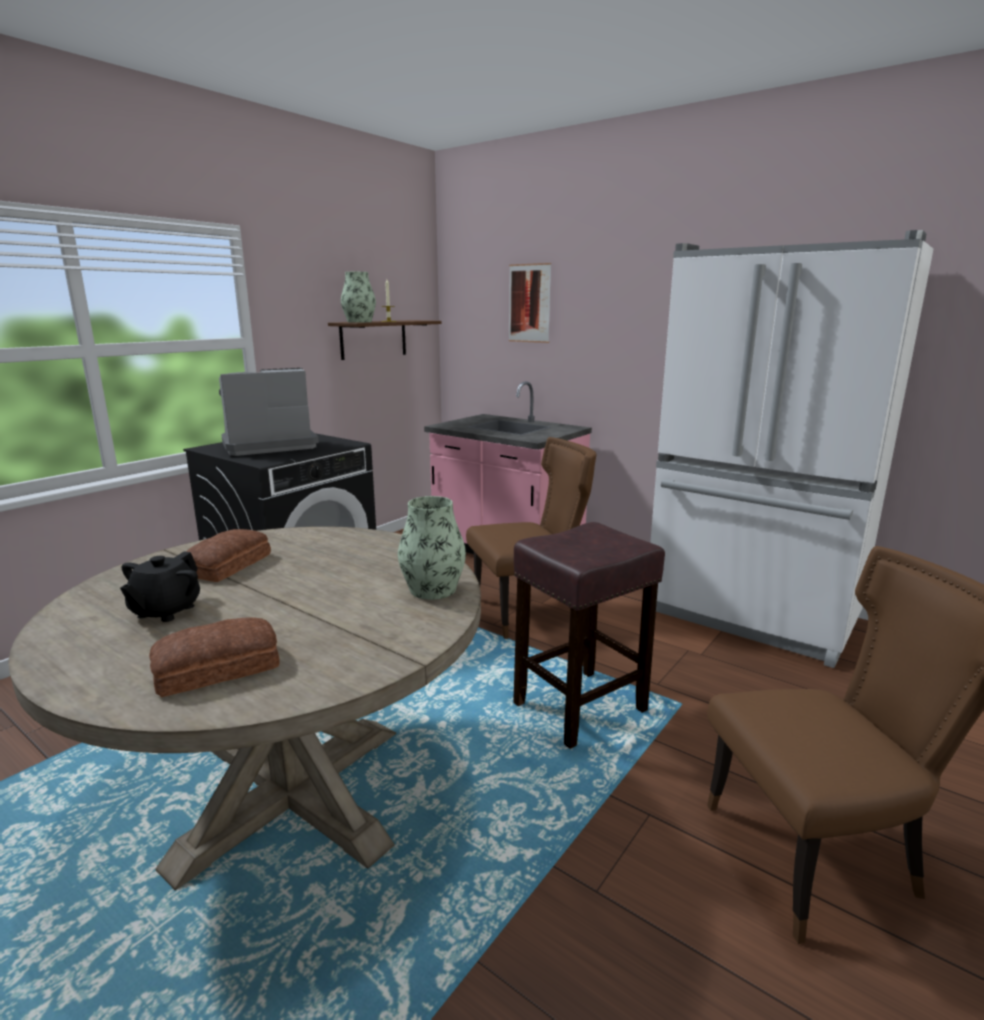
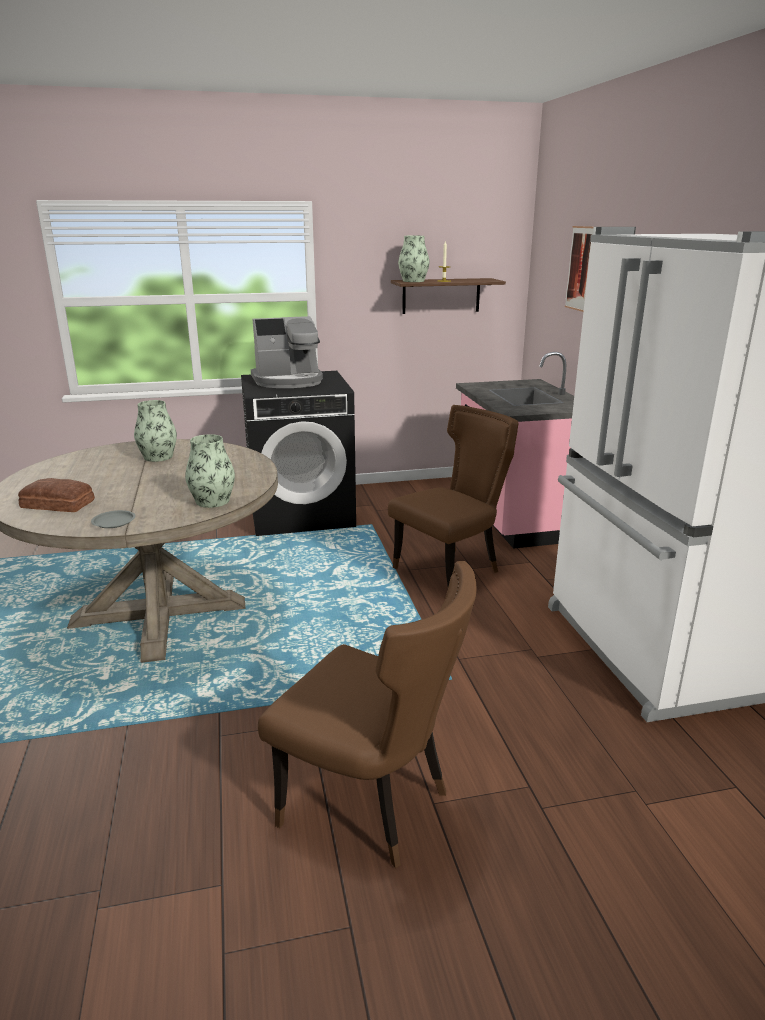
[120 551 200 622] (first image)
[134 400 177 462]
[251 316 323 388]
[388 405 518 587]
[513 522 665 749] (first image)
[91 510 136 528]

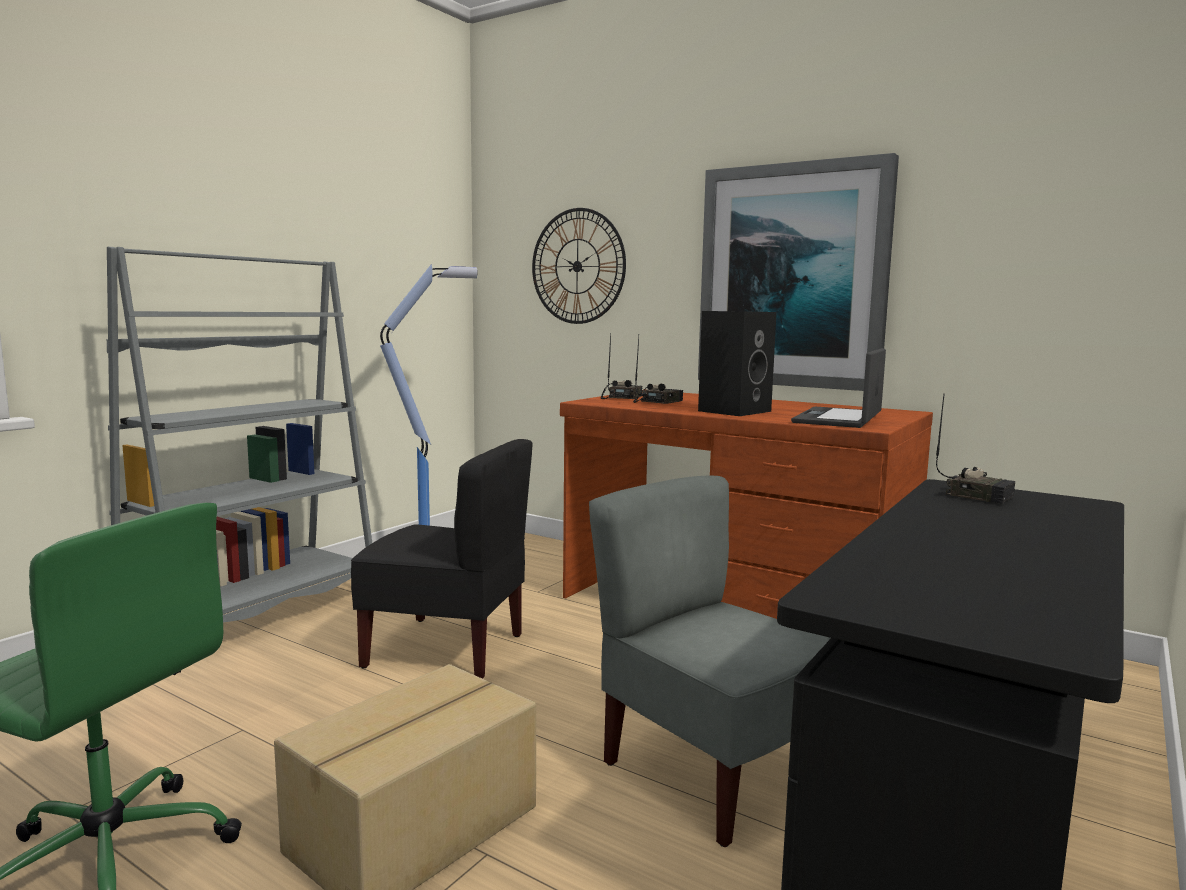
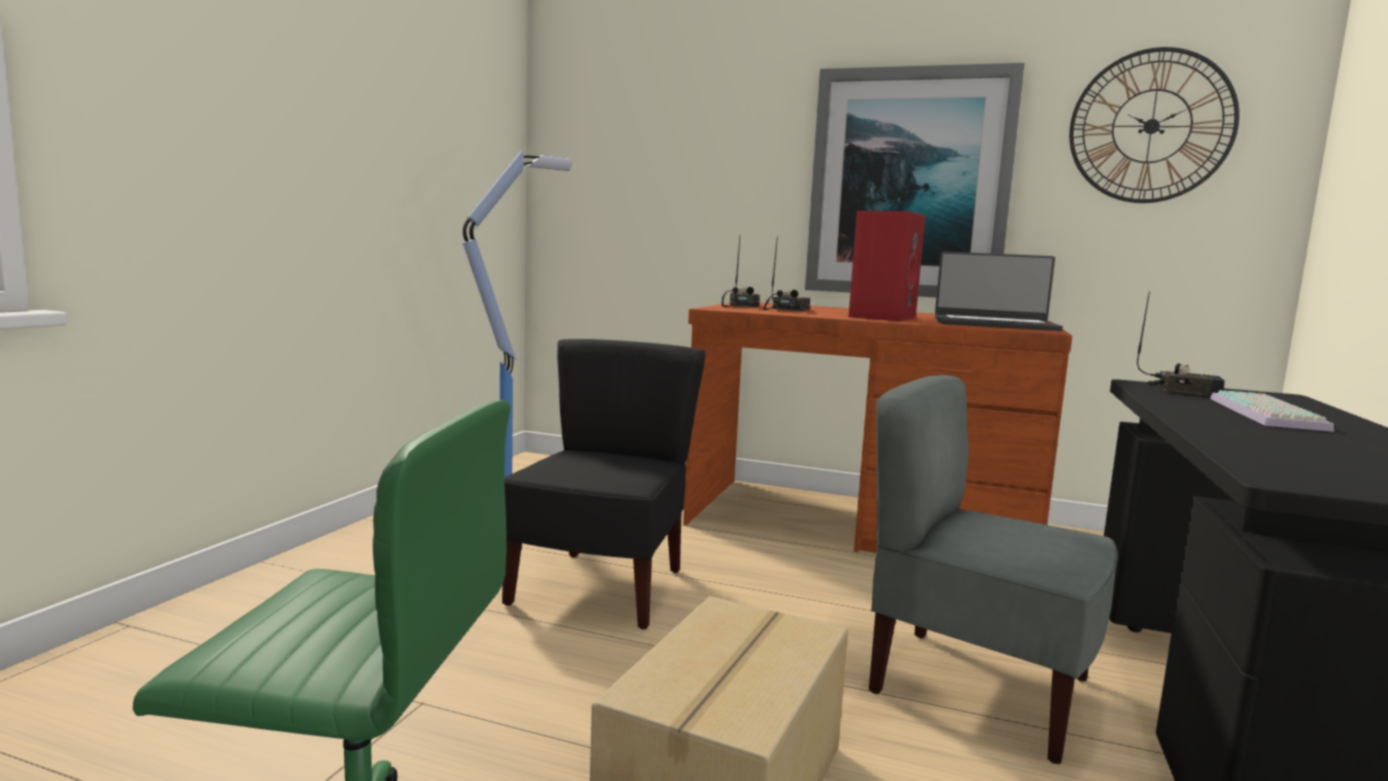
[107 246 372 623] (first image)
[502 339 706 629]
[1069 47 1240 203]
[849 211 925 321]
[935 251 1063 331]
[1210 390 1334 432]

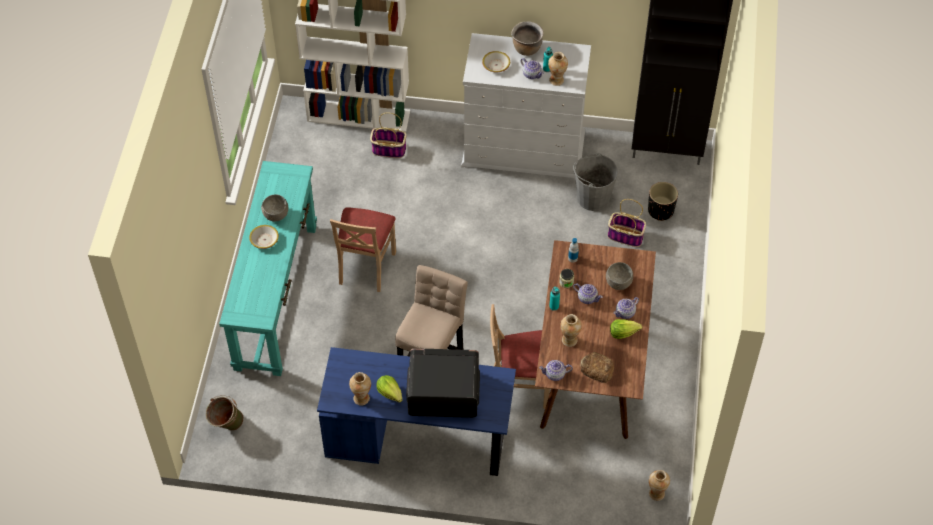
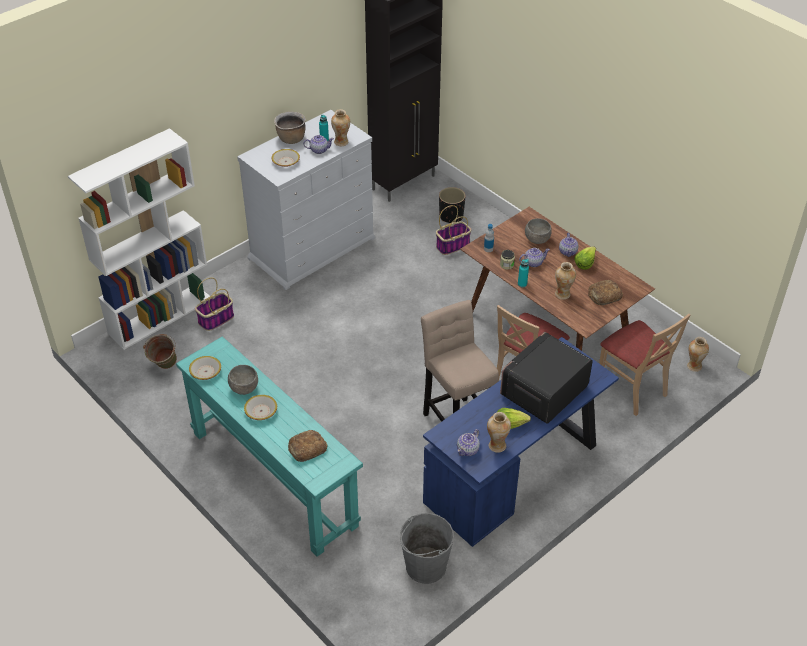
[143 334 177 369]
[599 314 690 416]
[457 429 480 456]
[400 513 454 584]
[189 356 221 380]
[288 430 328 462]

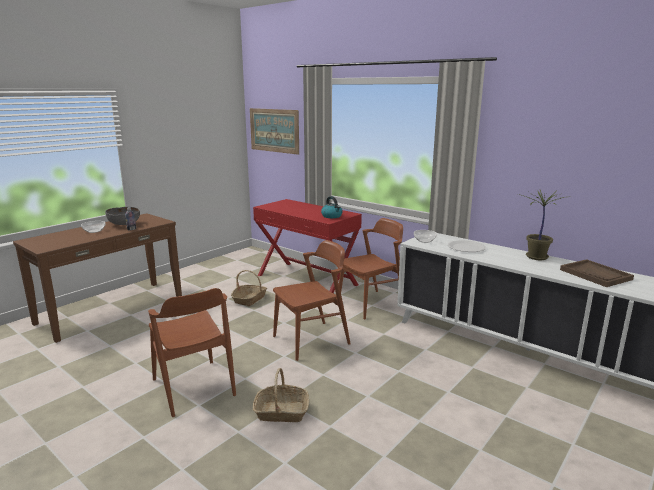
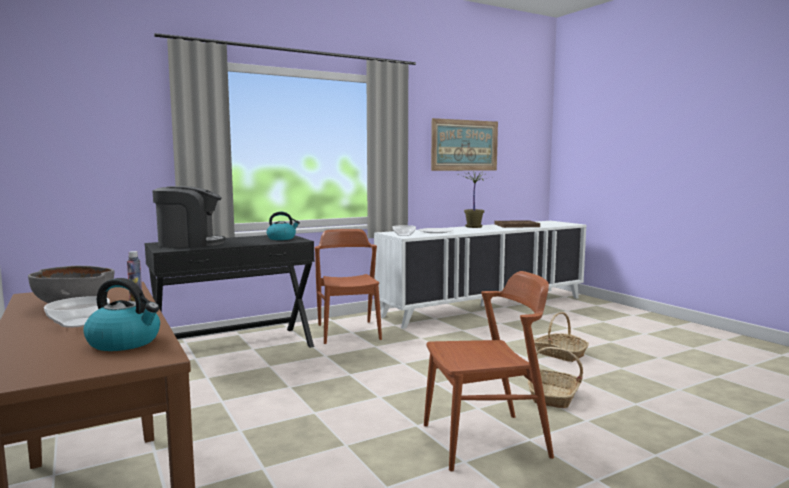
[534 312 589 362]
[431 118 498 171]
[145 235 314 348]
[273 240 350 361] (first image)
[83 278 160 351]
[152 186 226 248]

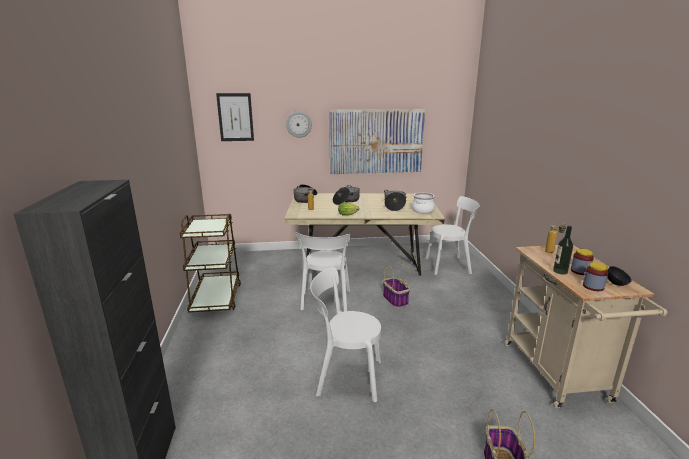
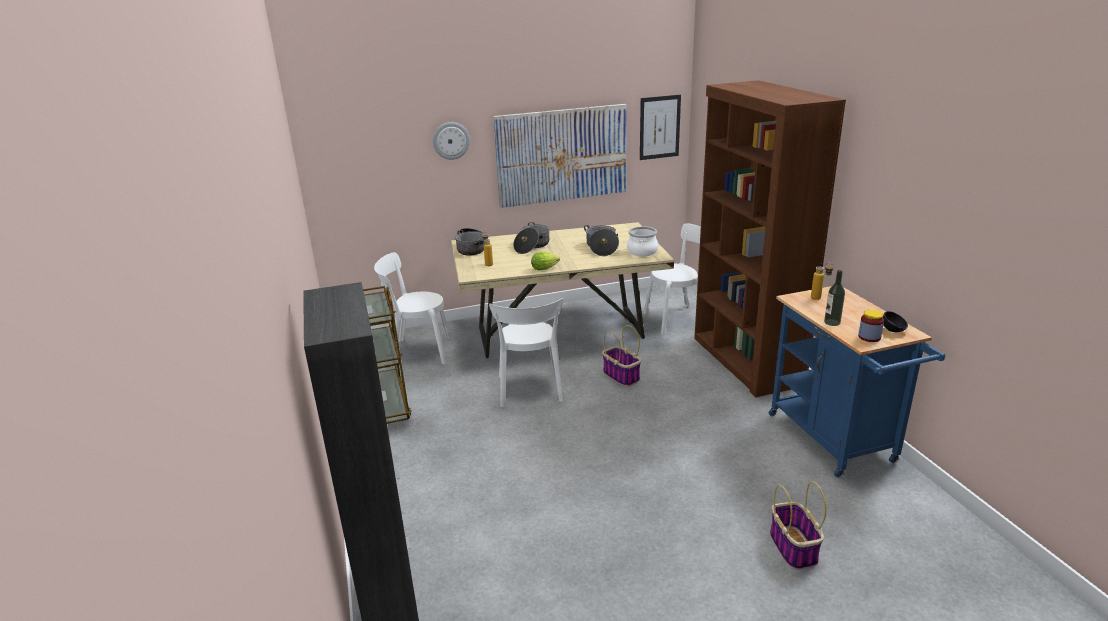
[640 95 681 160]
[374 252 451 367]
[769 286 945 478]
[571 249 594 275] (first image)
[694 80 846 397]

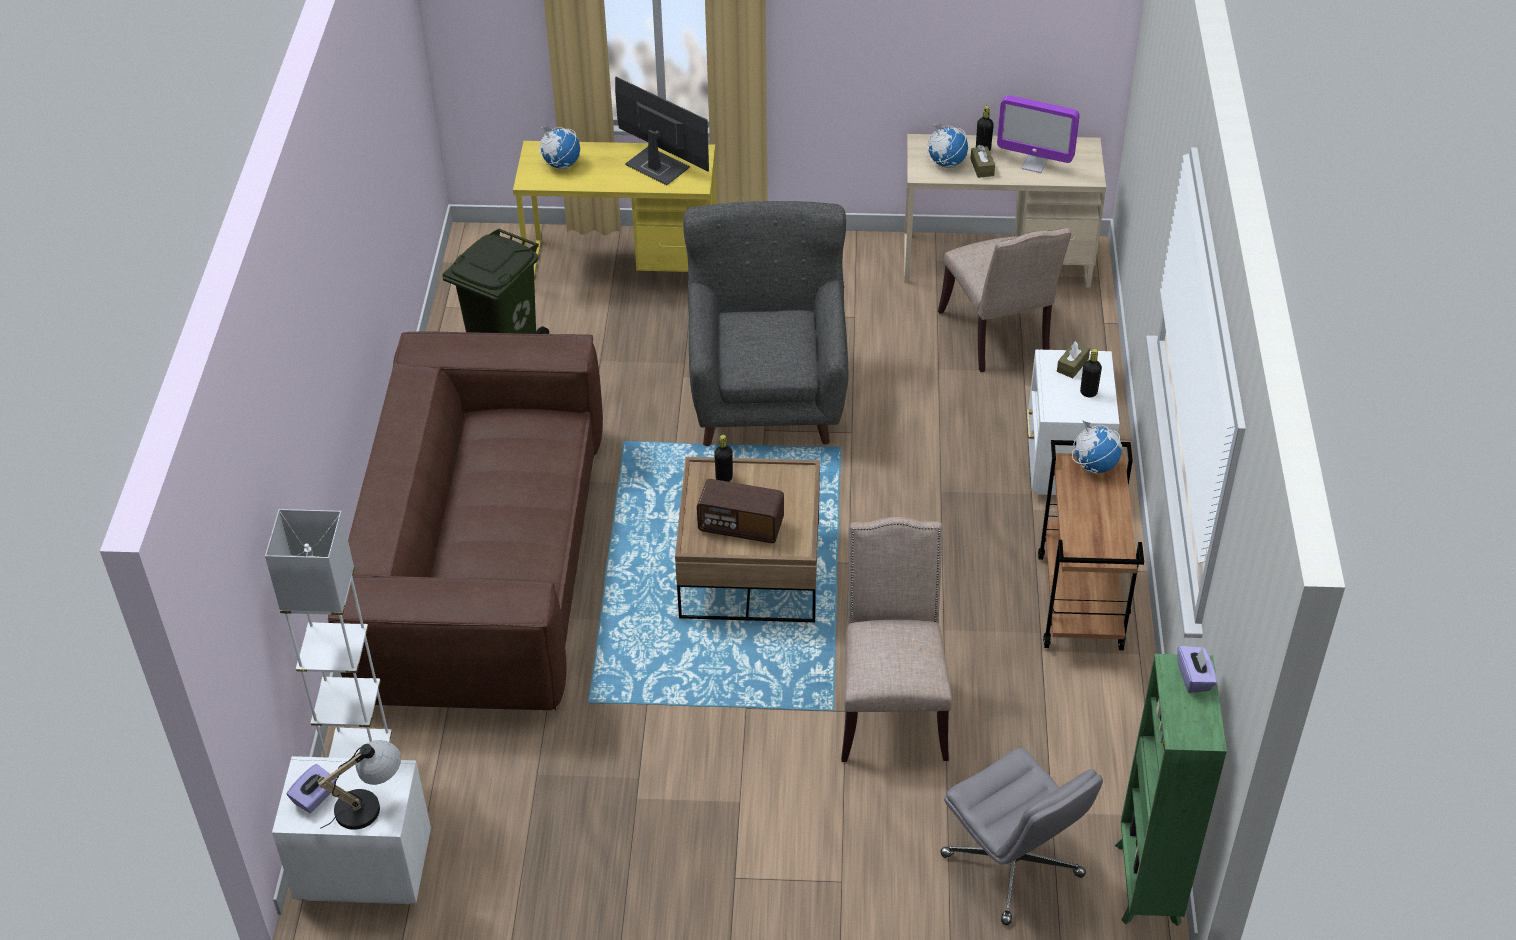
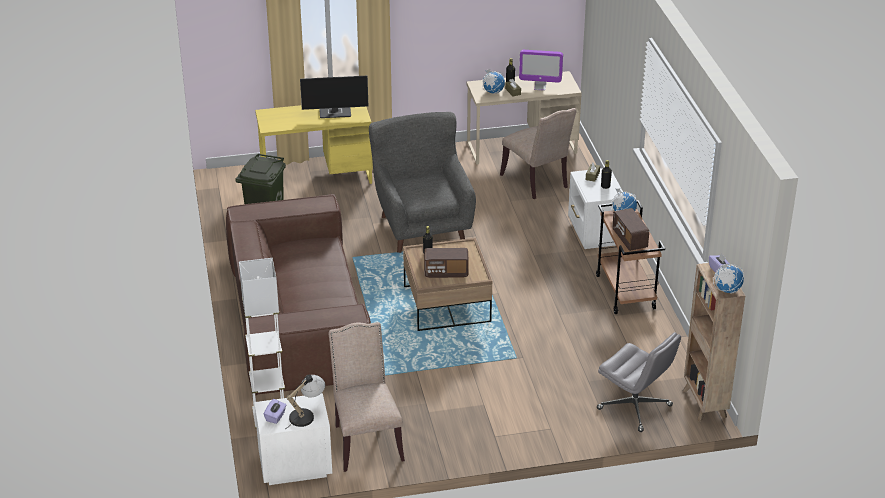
[713 264 744 294]
[300 76 368 118]
[328 322 405 472]
[683 263 745 422]
[613 208 649 251]

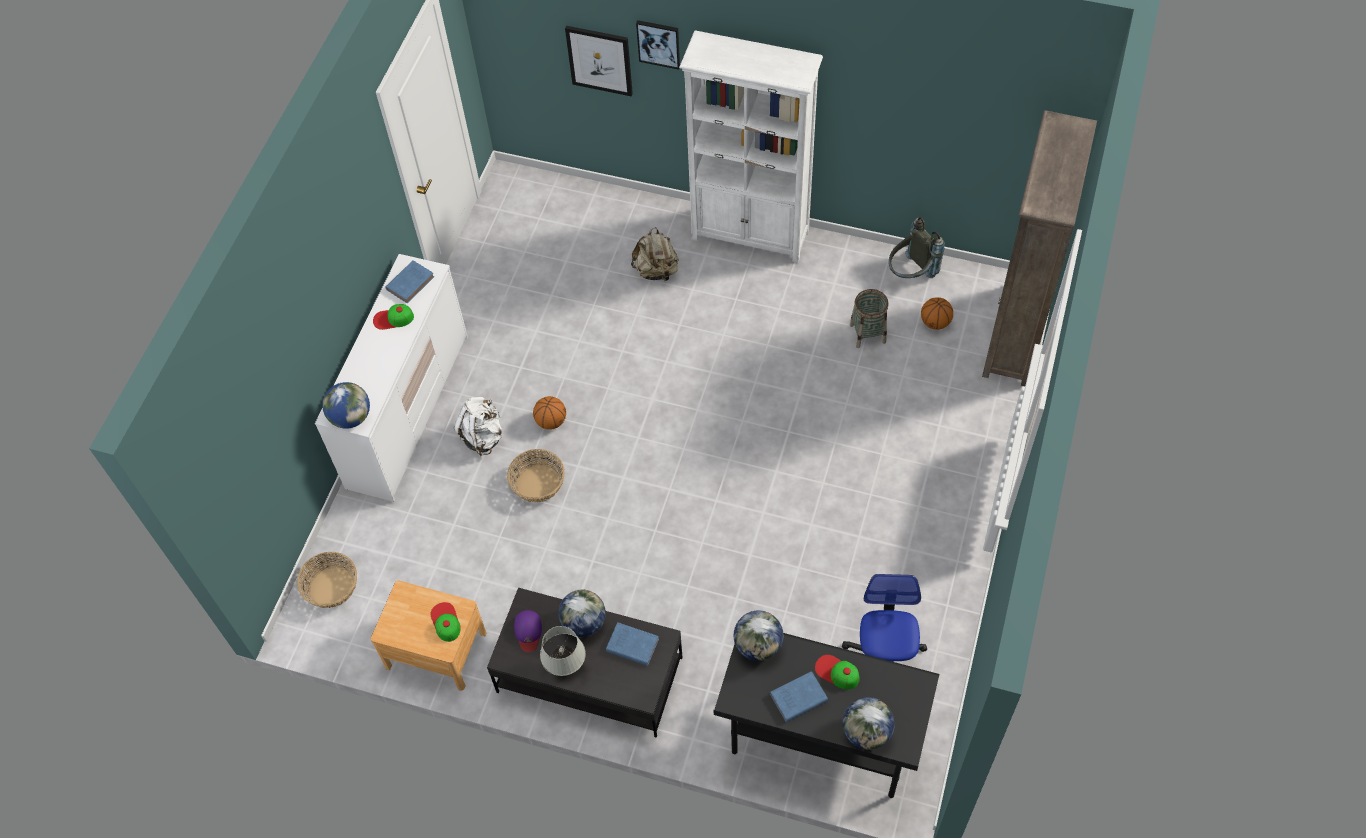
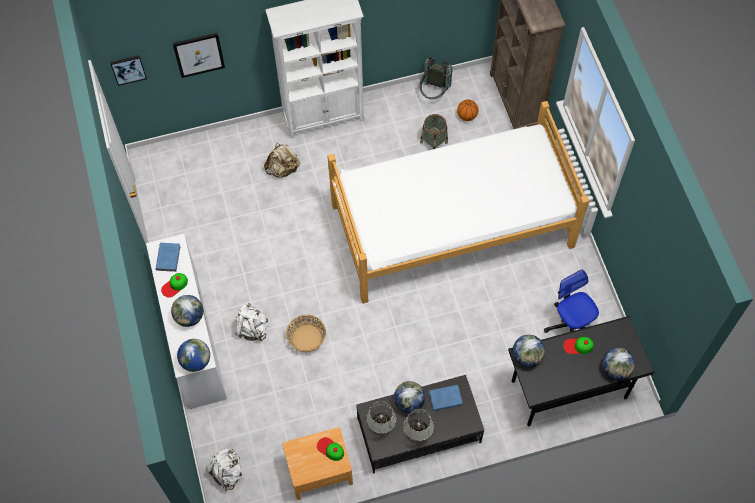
[206 449 242 491]
[366 401 396 434]
[533 396 566 430] (first image)
[110 55 147 86]
[770 671 828 722] (first image)
[171 295 203 327]
[327 101 589 304]

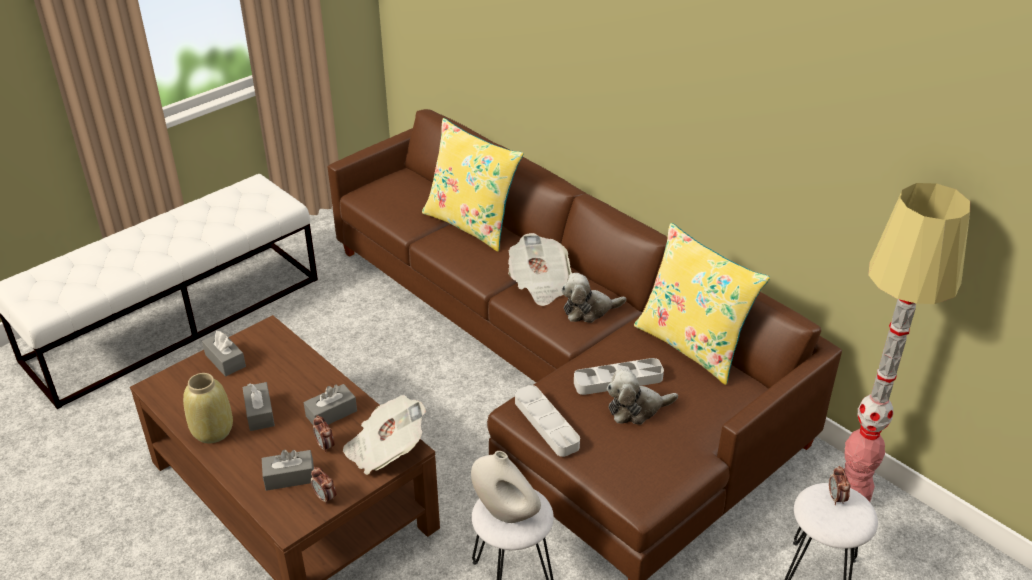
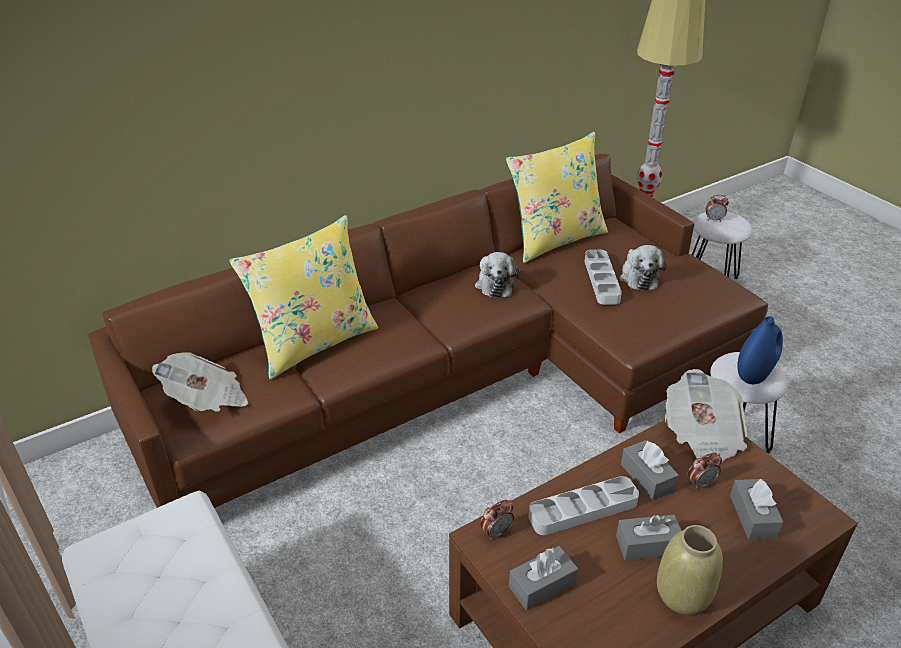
[480 500 514 541]
[737 316 783 384]
[152 352 248 412]
[529 476 639 535]

